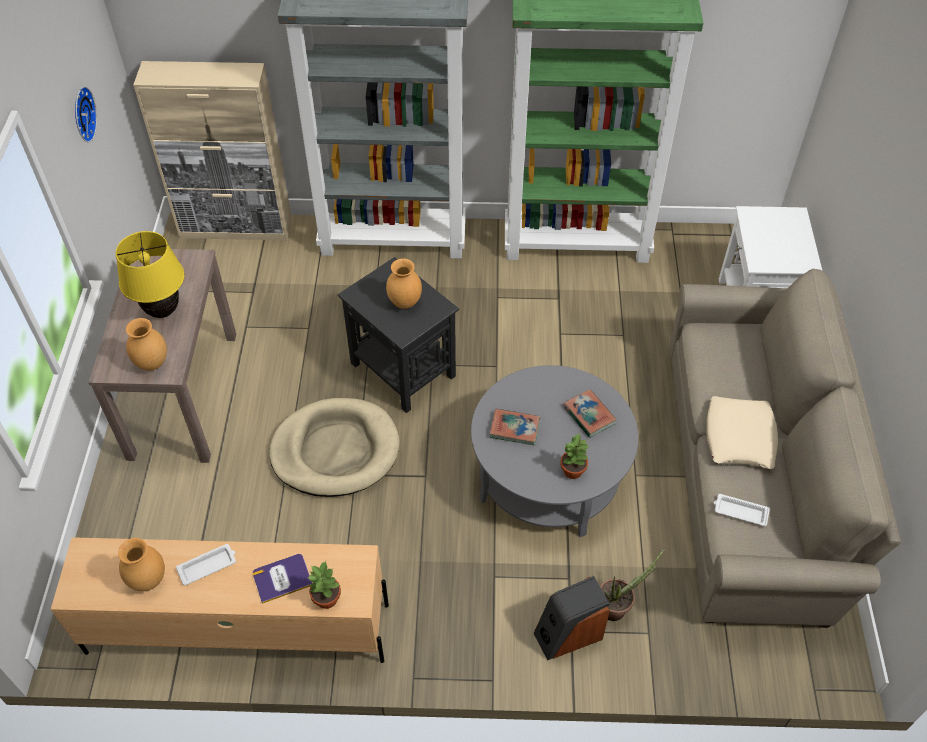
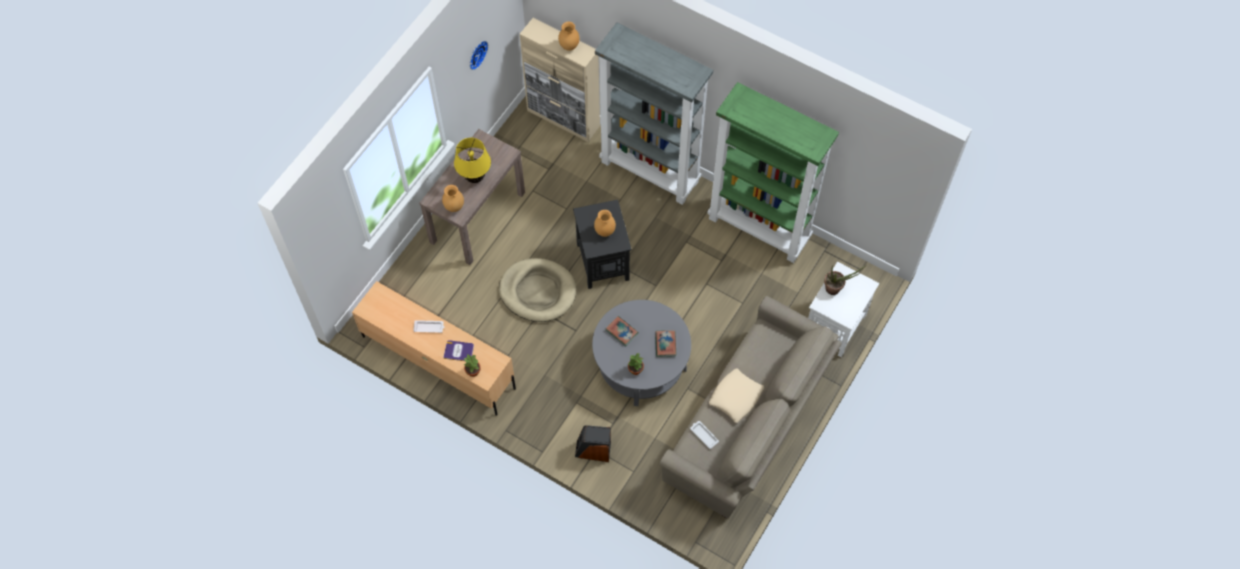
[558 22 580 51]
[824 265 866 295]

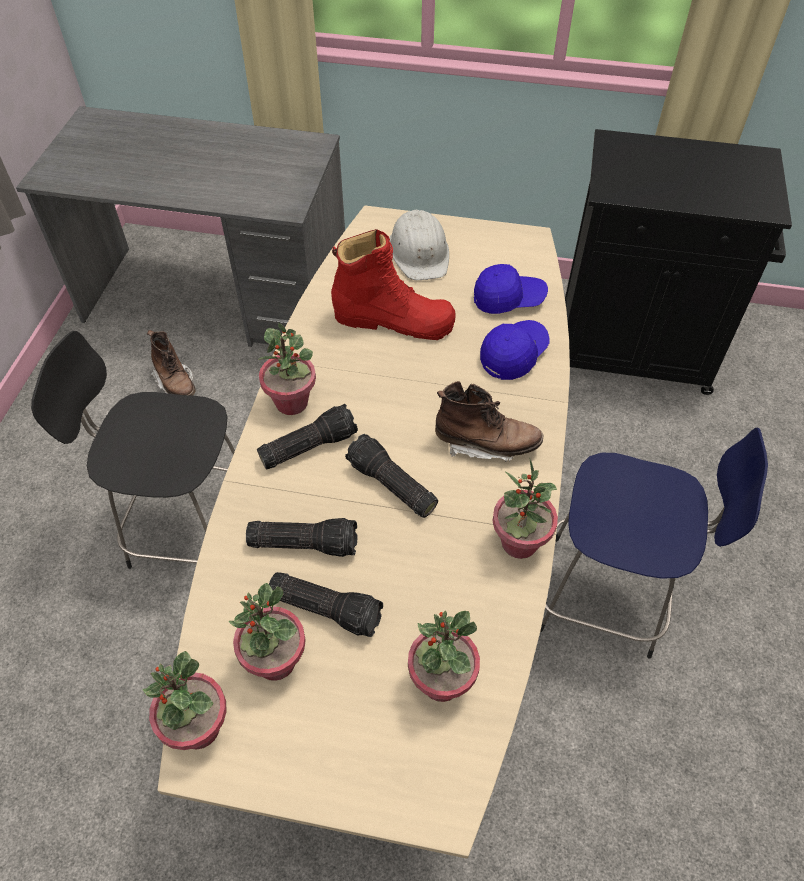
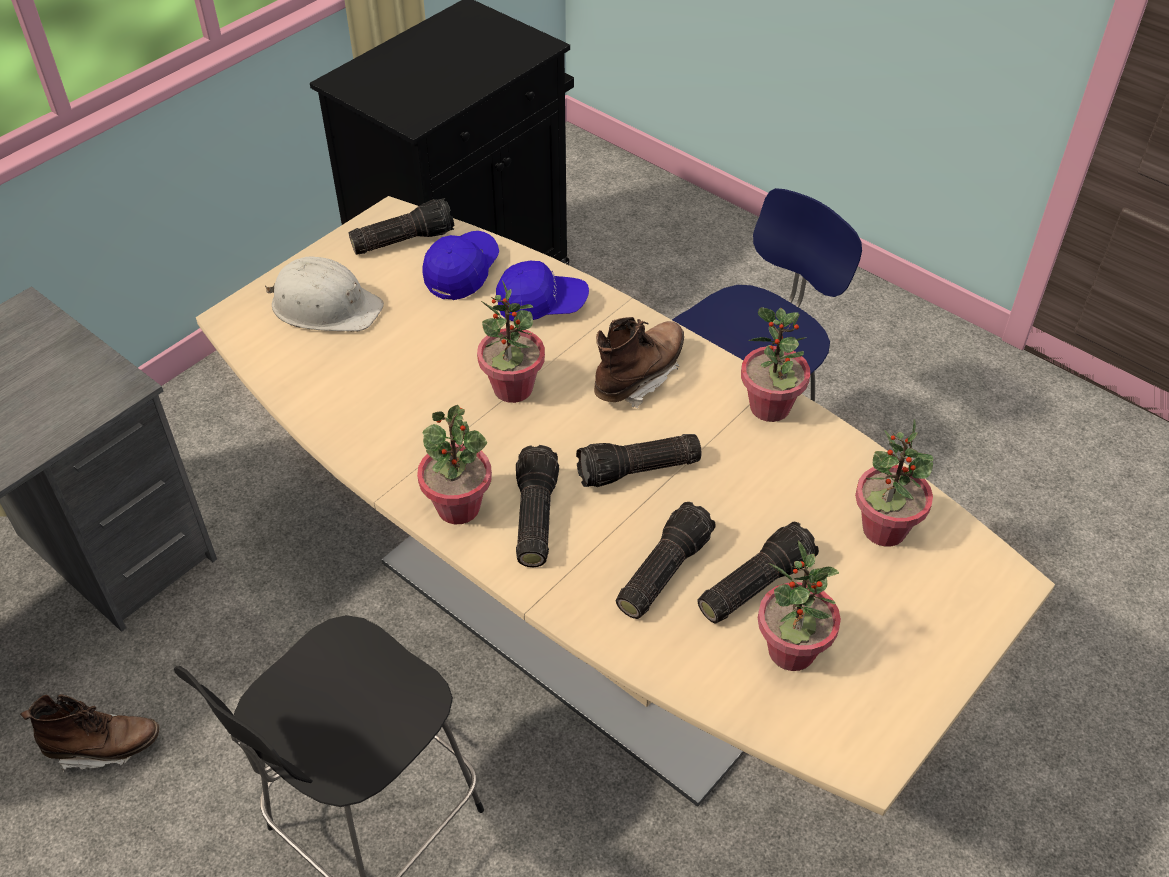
[477 280 545 403]
[331 229 456 340] (first image)
[496 261 589 321]
[348 198 454 255]

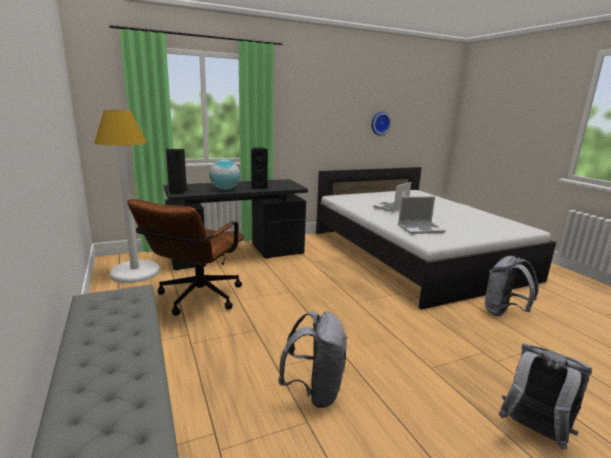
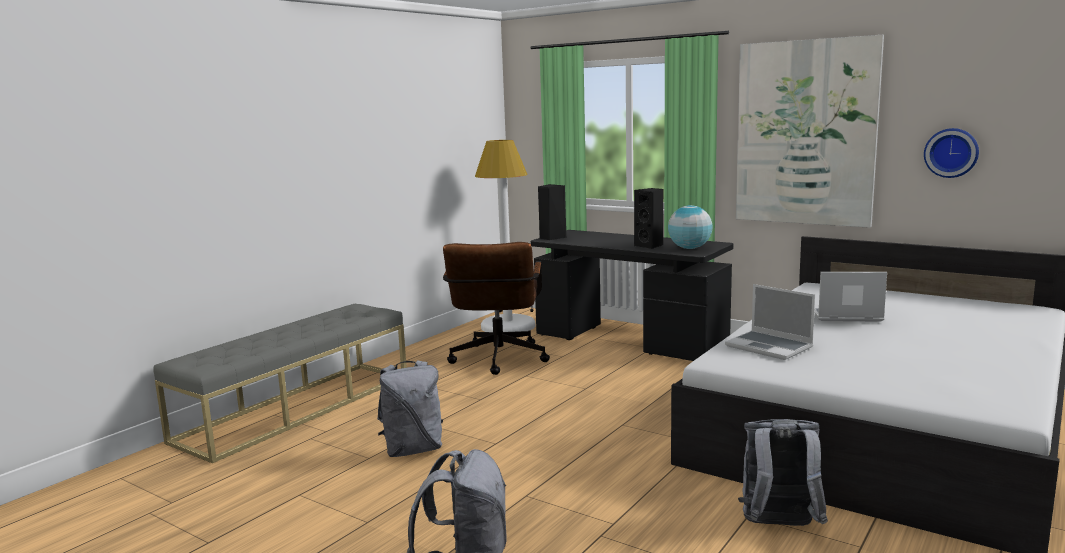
[443 242 550 375]
[668 205 713 249]
[736 35 884 228]

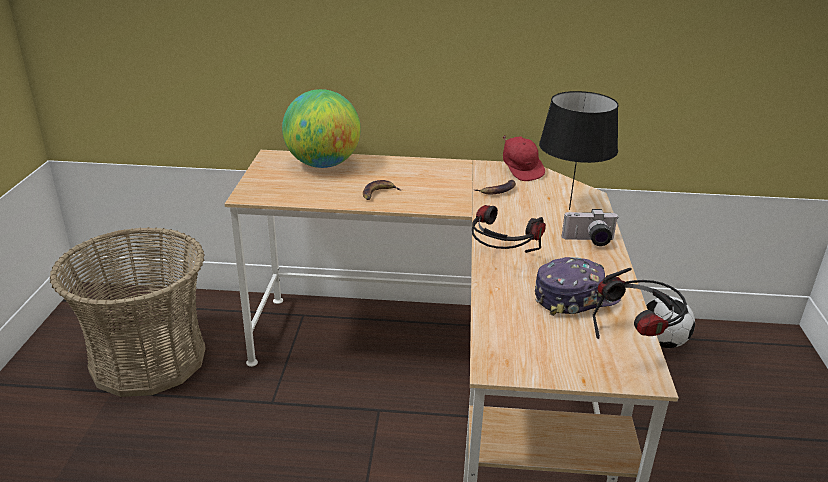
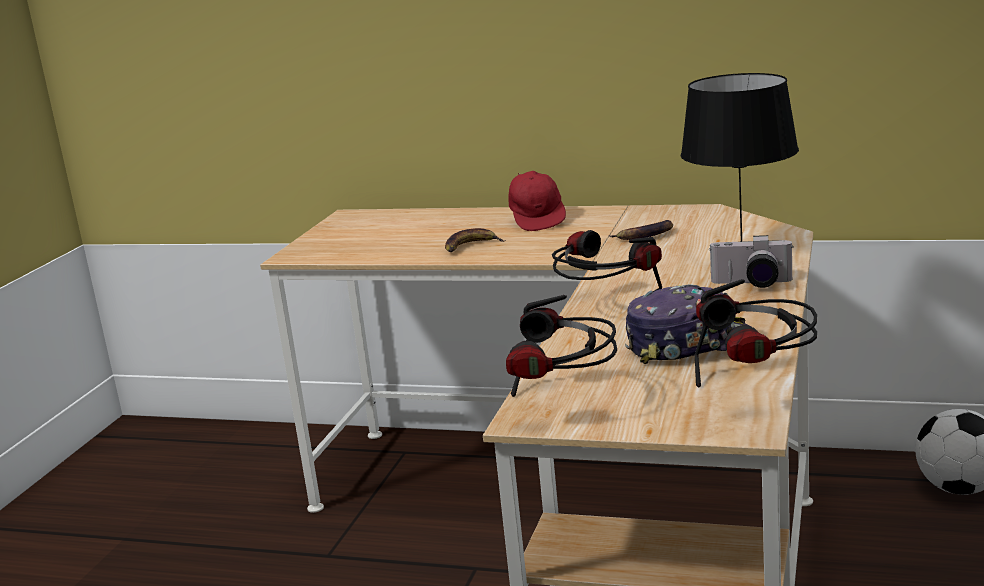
[50 227 206 397] (first image)
[282 89 361 168] (first image)
[509 171 566 231]
[506 295 617 397]

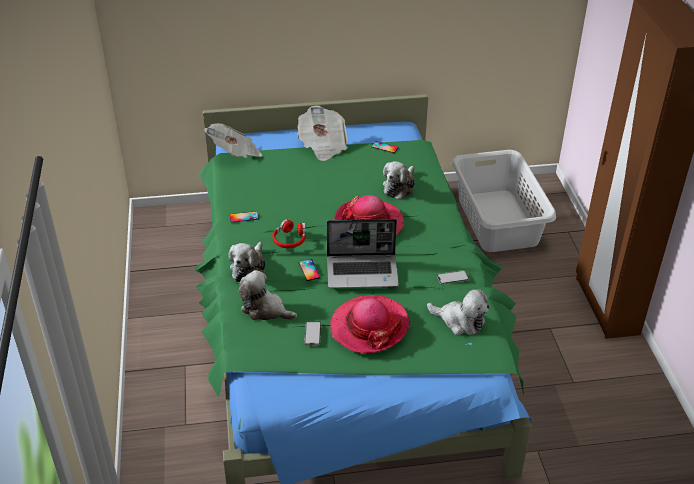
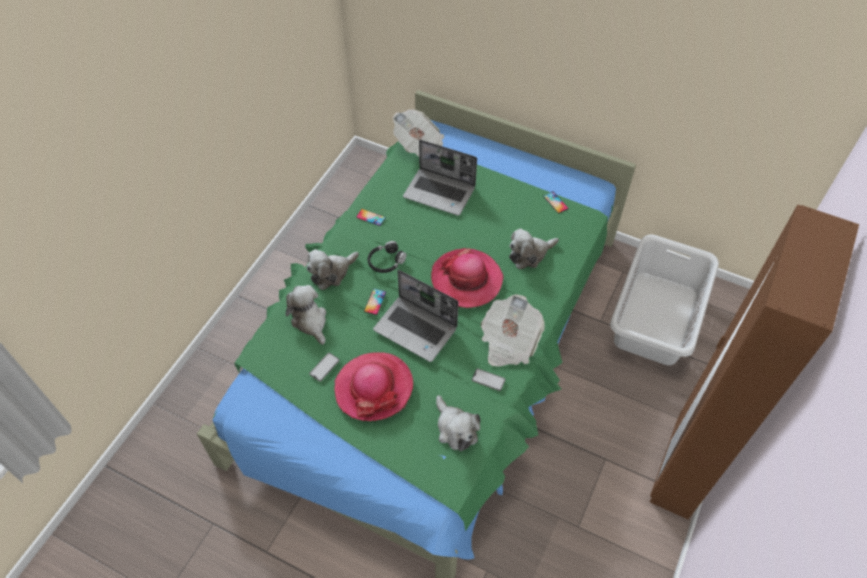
[368 241 407 273]
[481 295 545 367]
[403 140 477 216]

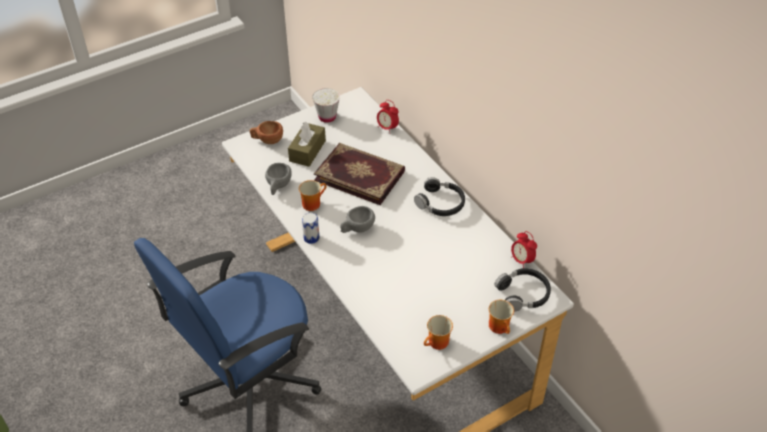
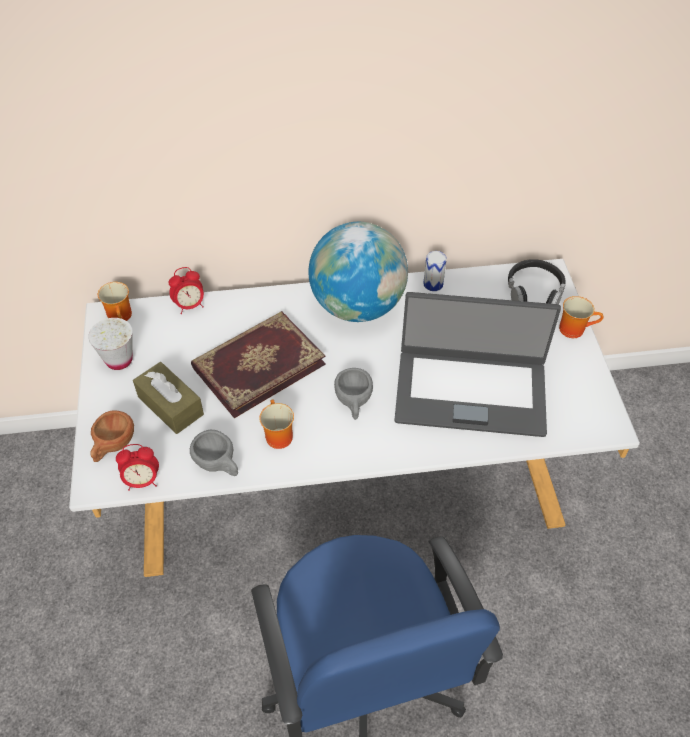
[423 251 447 291]
[309 222 408 322]
[98 282 132 321]
[116 444 159 491]
[394 292 561 437]

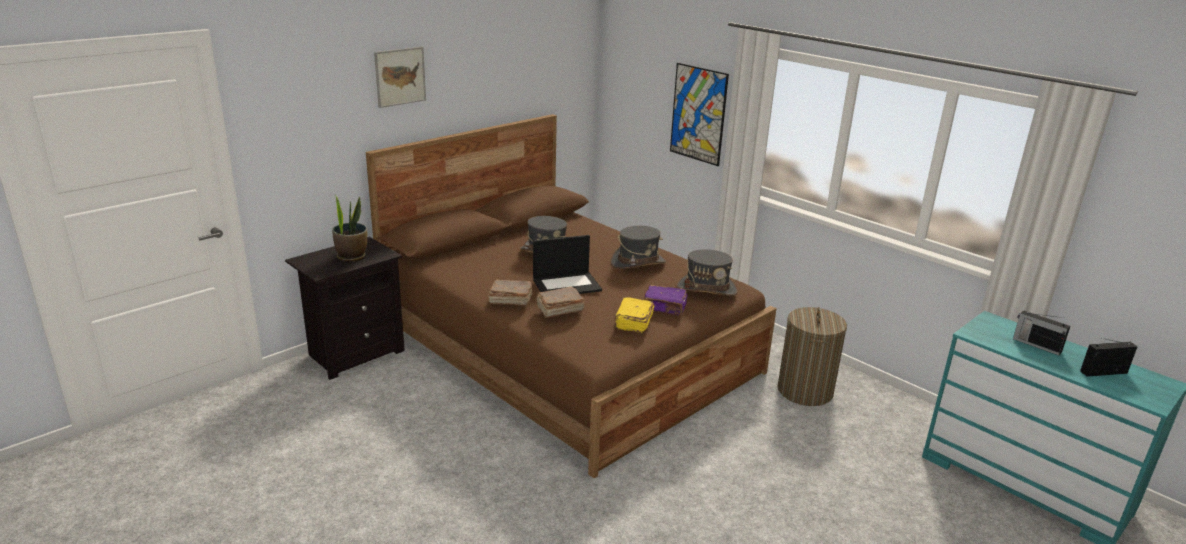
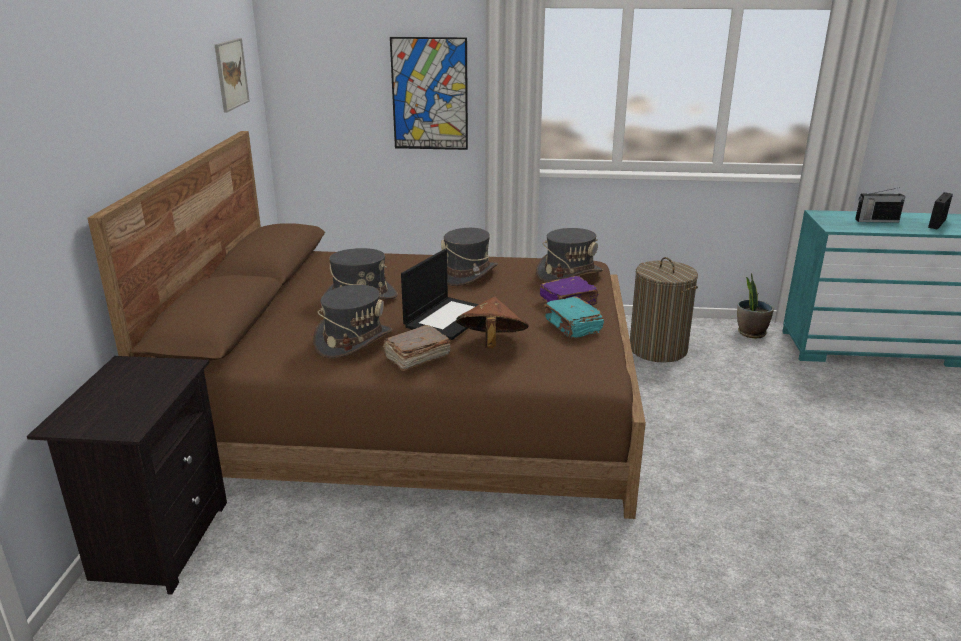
[737 273 774 338]
[215 38 250 113]
[456 296 529 349]
[544 297 604 339]
[313 285 392 359]

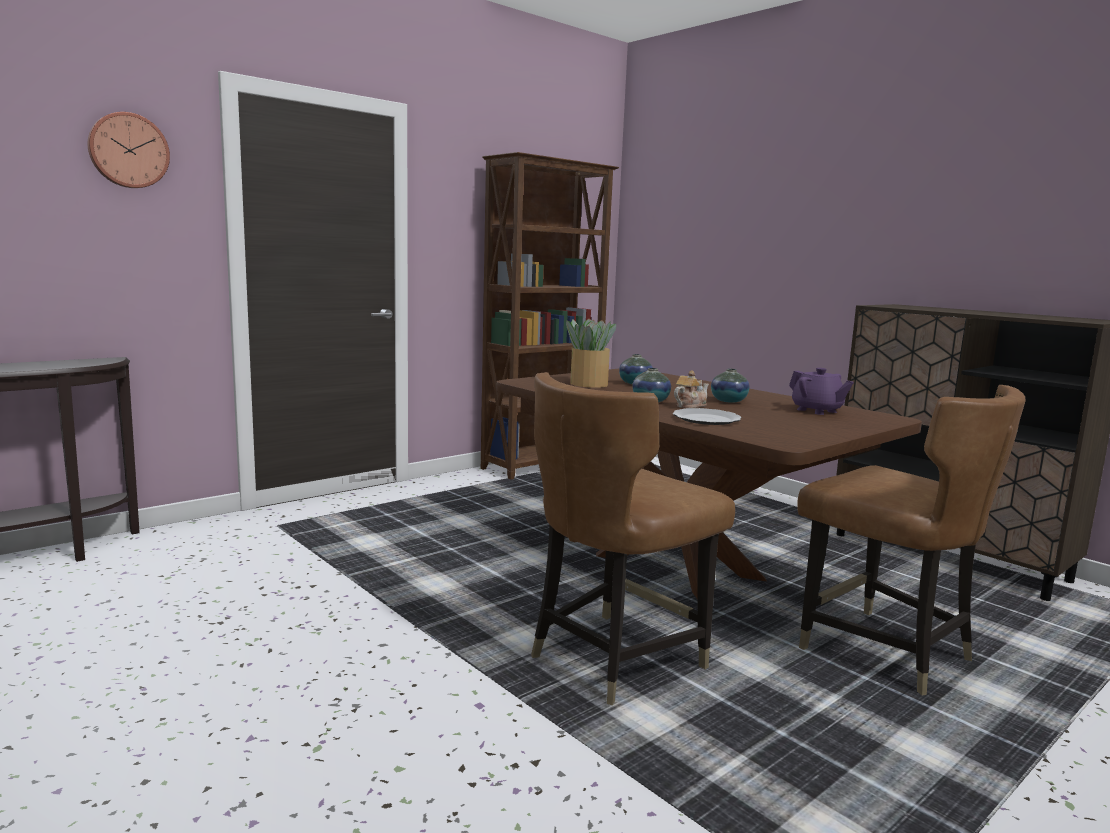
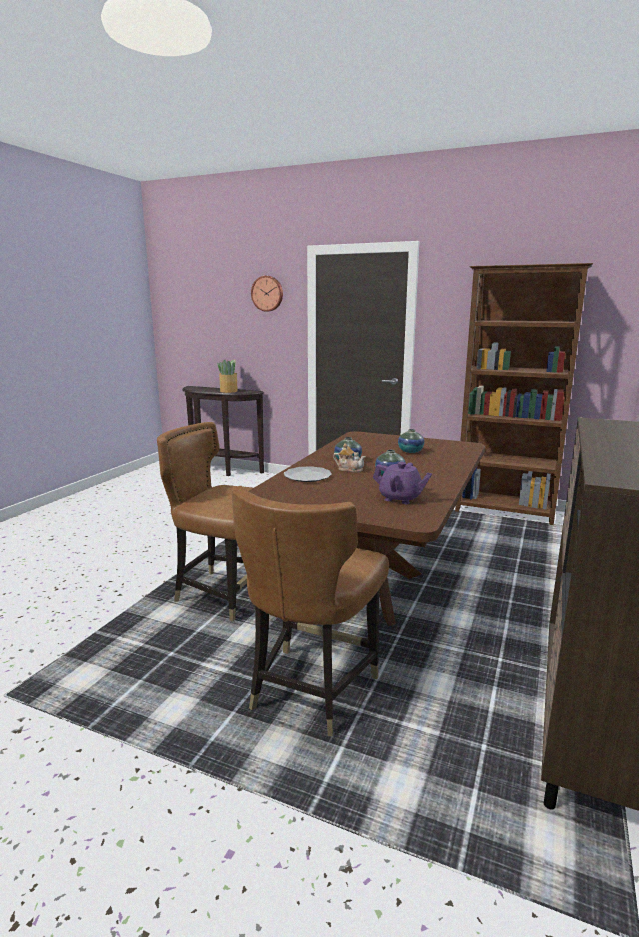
[217 360 238 393]
[373 462 432 504]

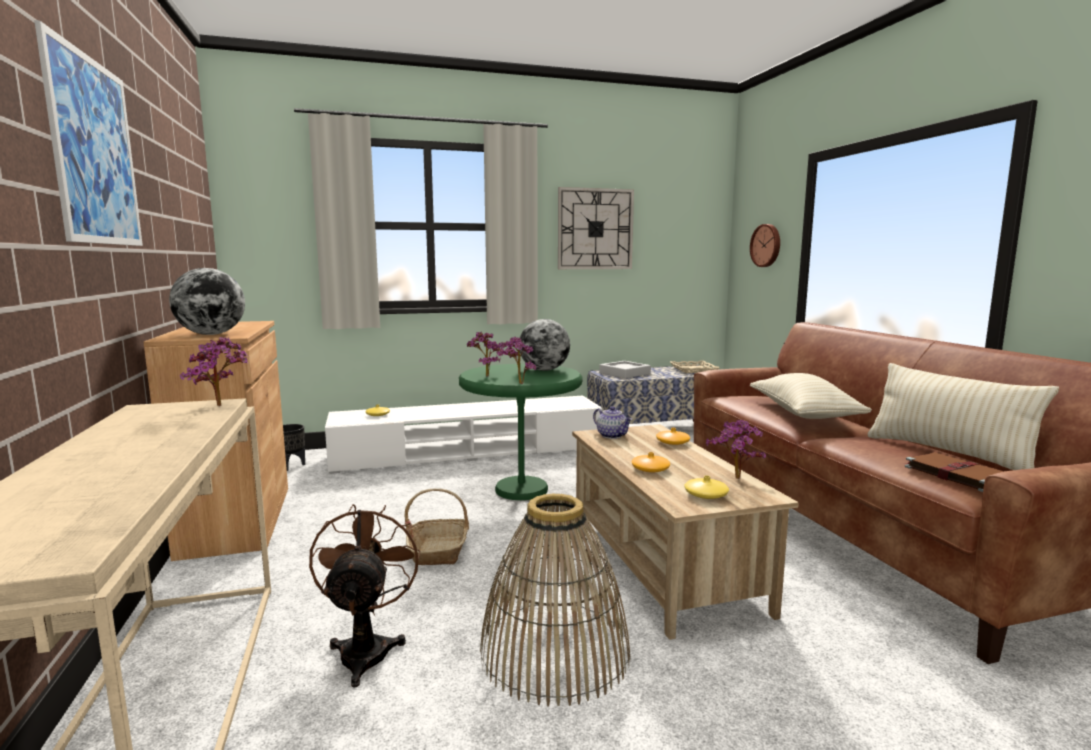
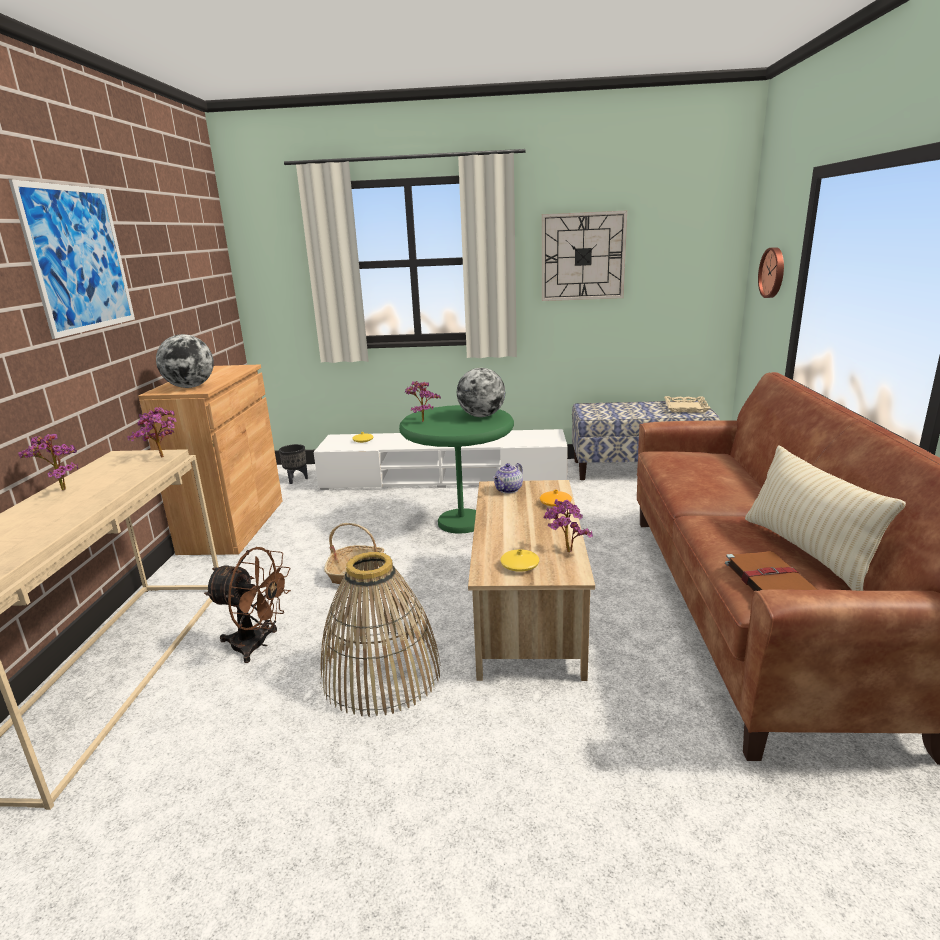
[204 547 291 663]
[18 434 78 491]
[493 463 523 494]
[599 361 651 378] (first image)
[631 452 670 472] (first image)
[750 373 872 419] (first image)

